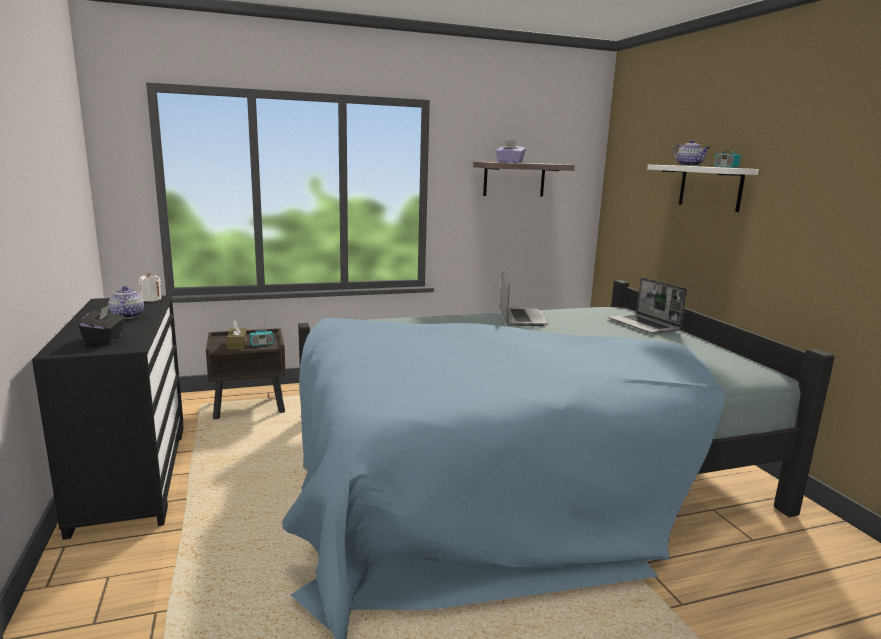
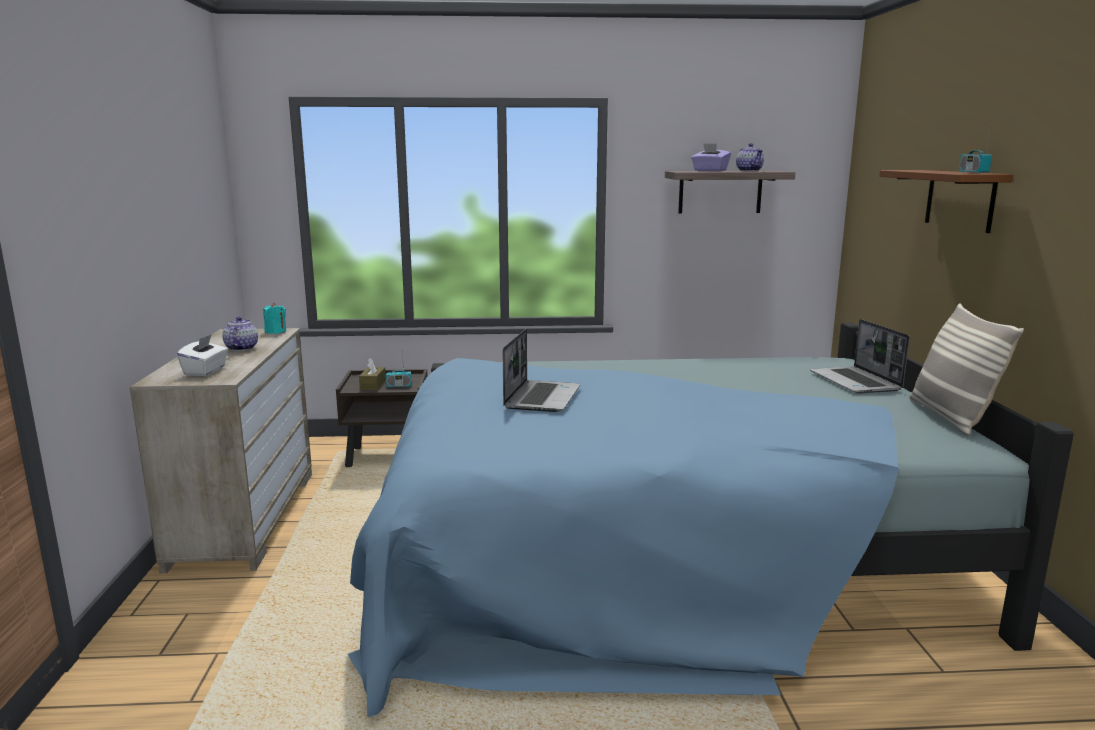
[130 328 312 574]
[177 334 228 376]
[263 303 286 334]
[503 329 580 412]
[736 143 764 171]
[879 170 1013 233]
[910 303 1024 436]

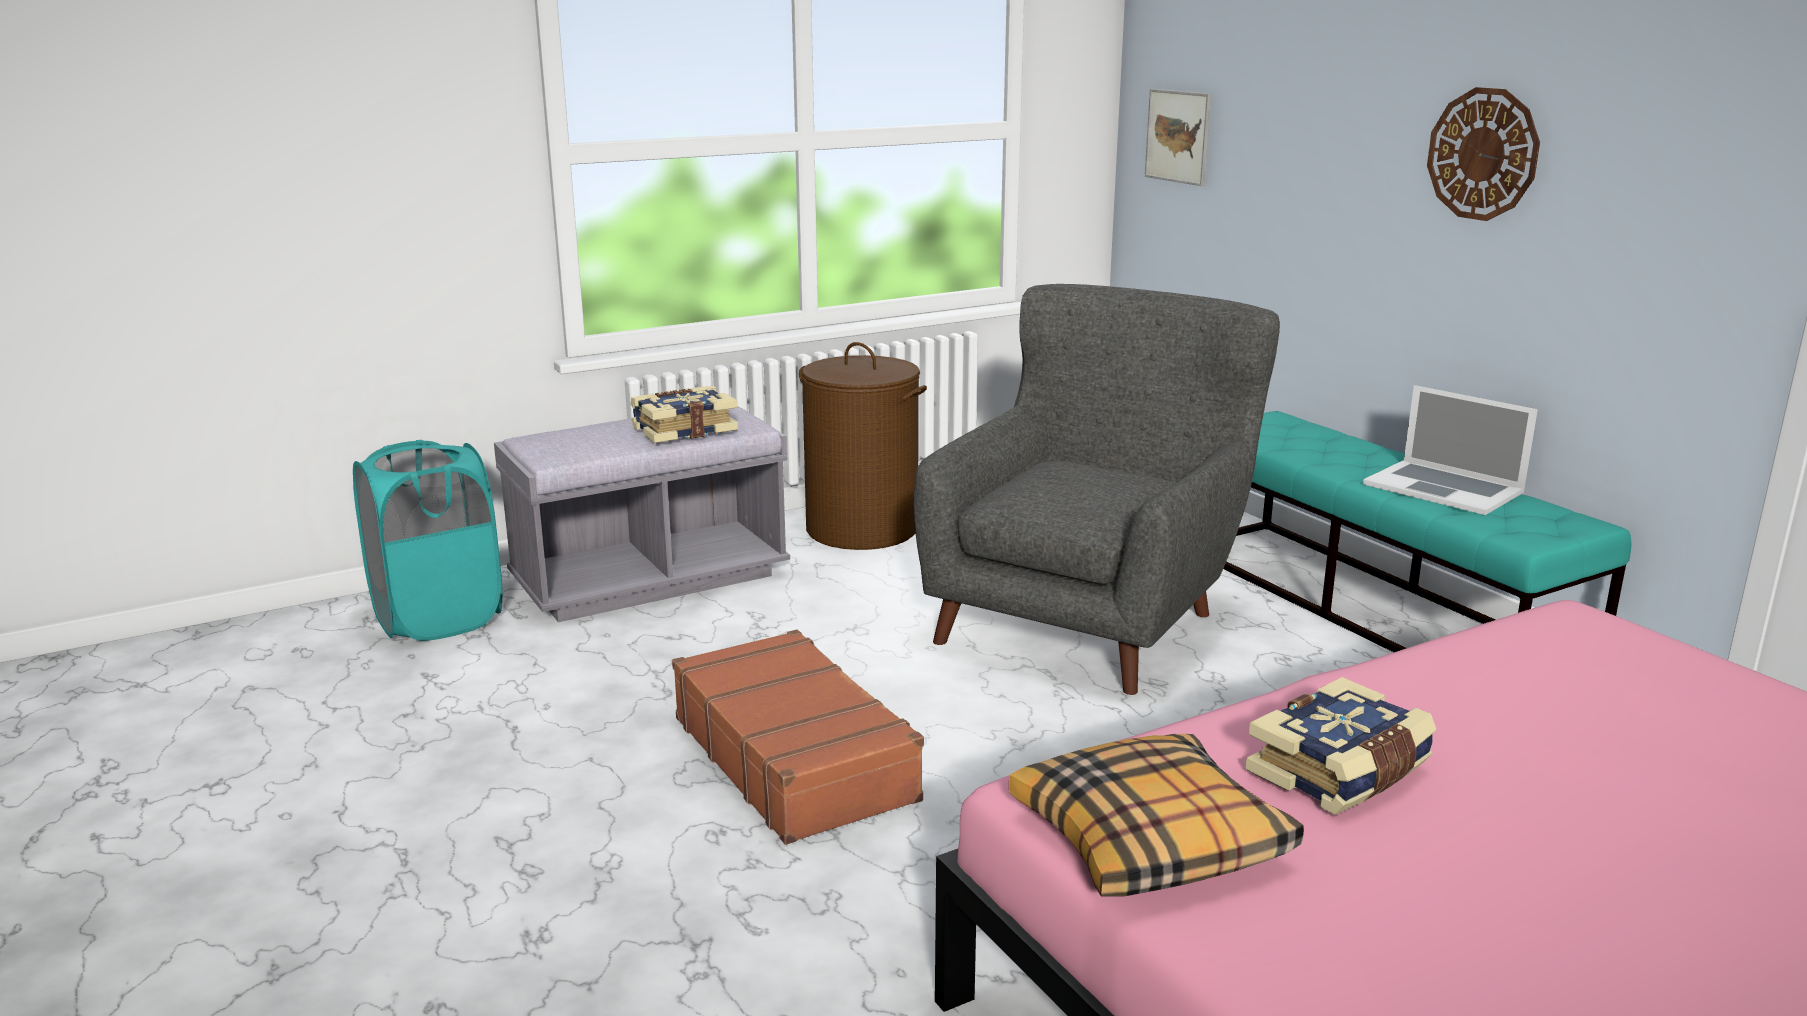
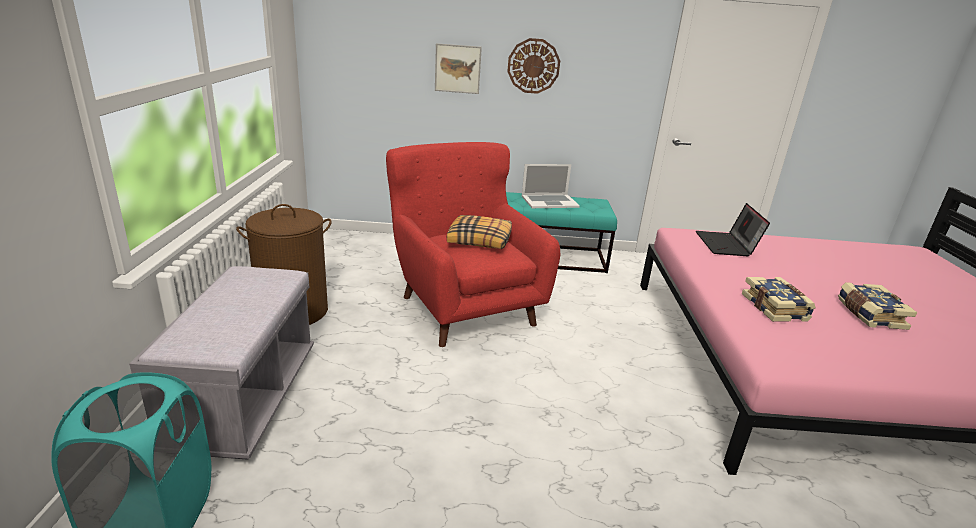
[386 142 560 347]
[435 43 482 94]
[447 215 512 249]
[696 203 770 256]
[838 282 917 330]
[672 630 924 845] (first image)

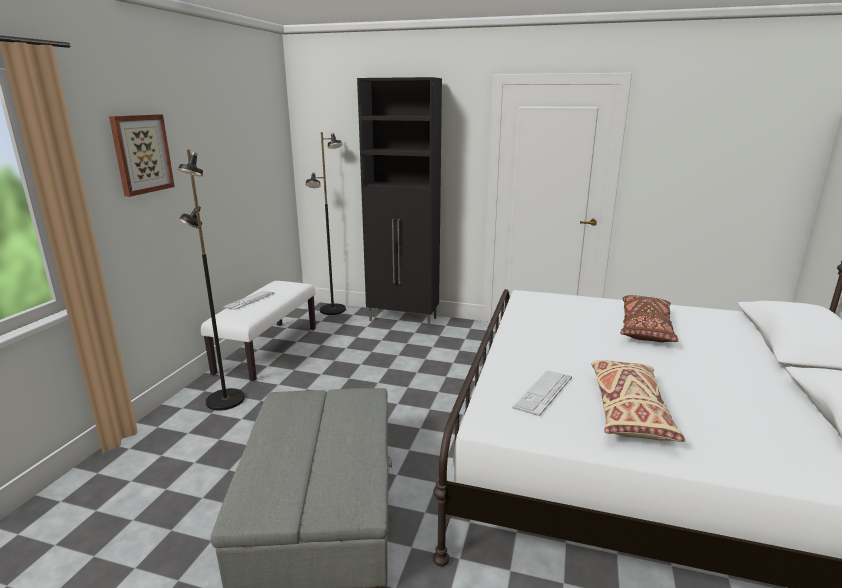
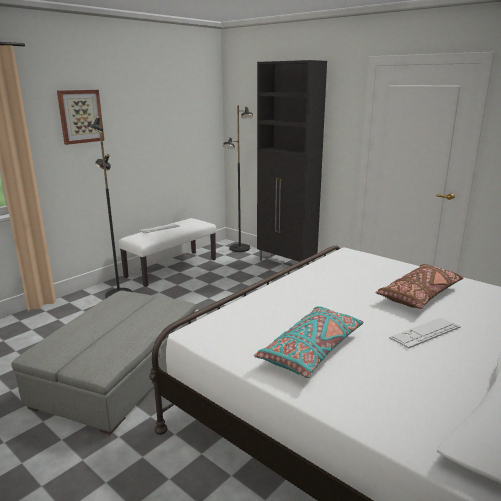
[254 306 364 378]
[389 318 461 348]

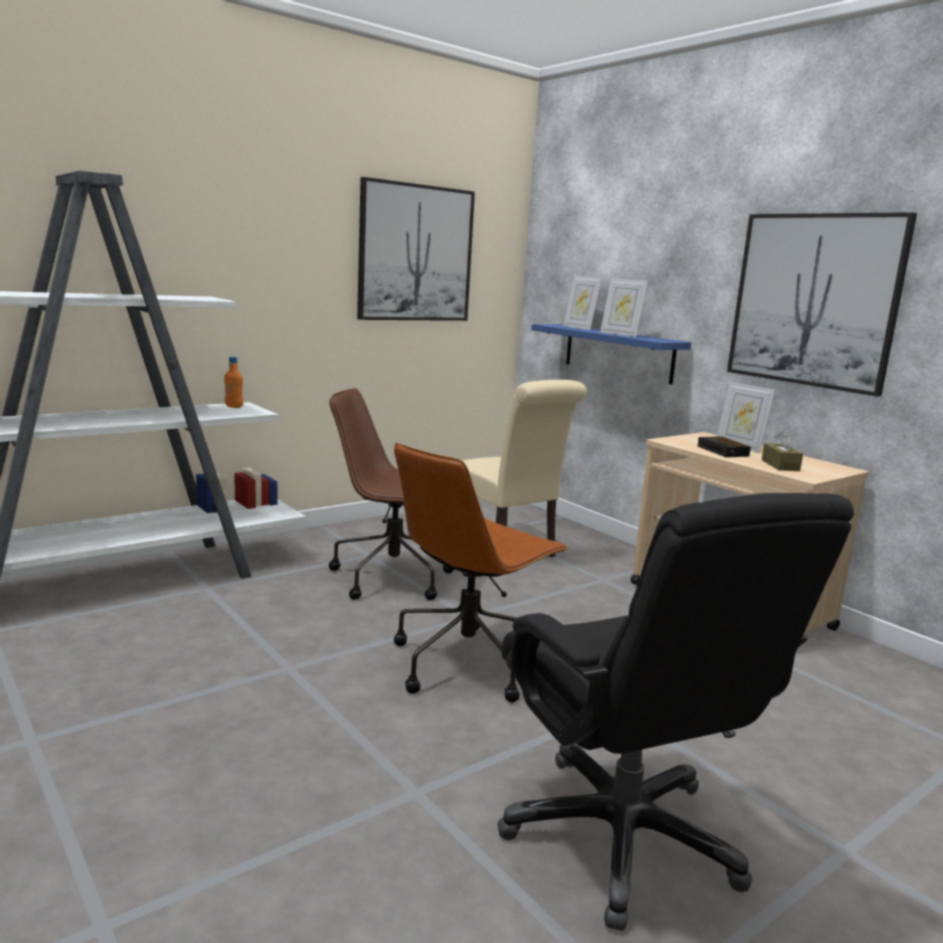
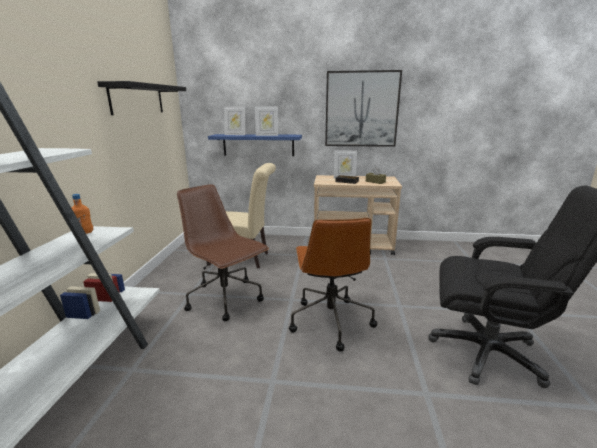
[97 81 186 115]
[177 184 269 321]

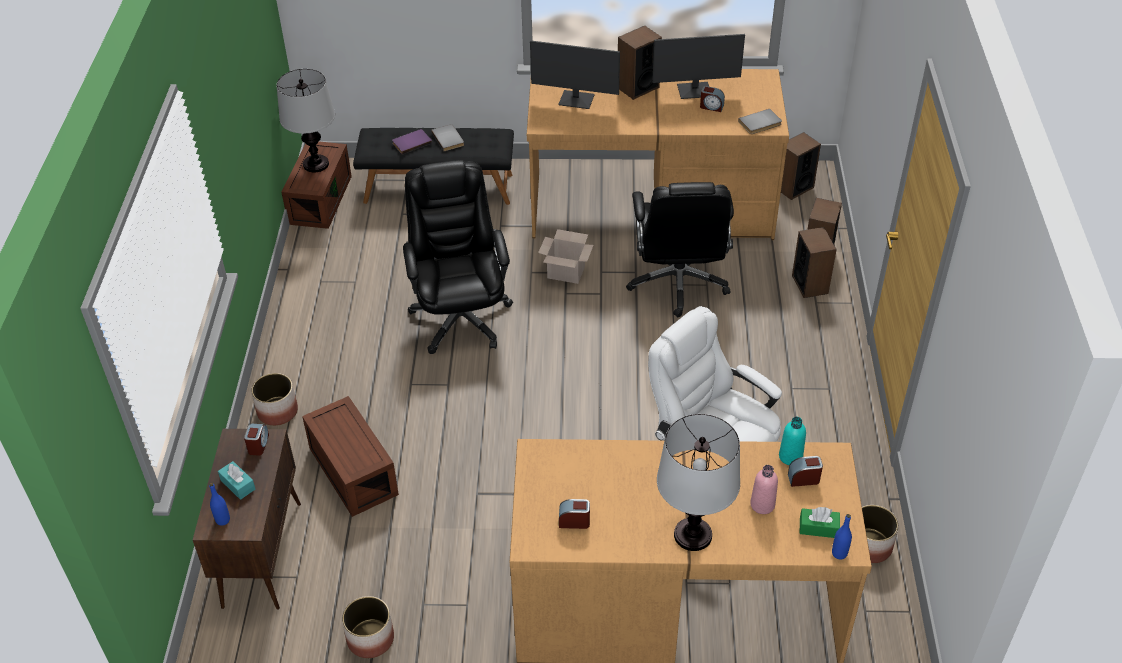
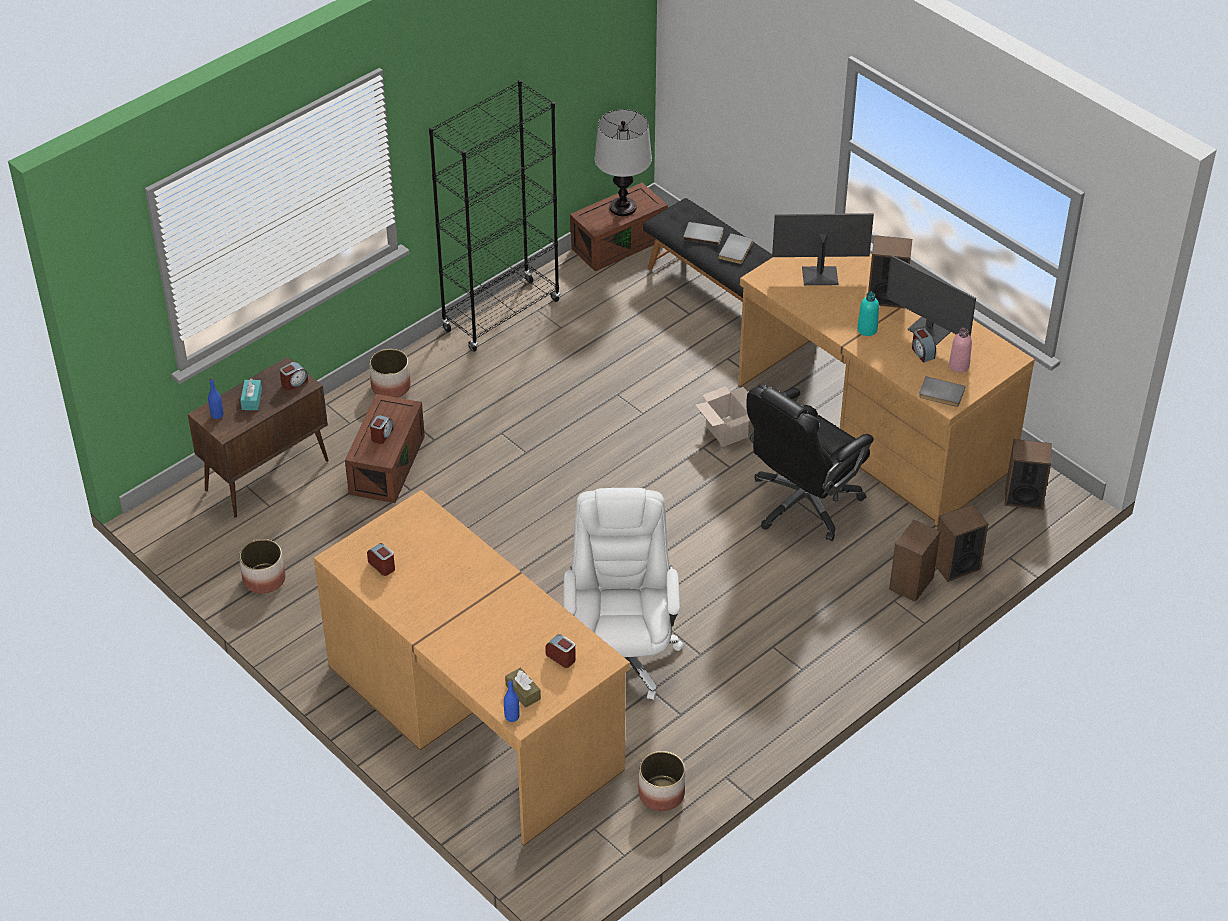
[370 415 393 444]
[429 80 560 352]
[505 668 541 708]
[683 222 724 246]
[772 213 874 285]
[857 292 879 336]
[949 328 972 372]
[403 160 513 354] (first image)
[657 414 740 551] (first image)

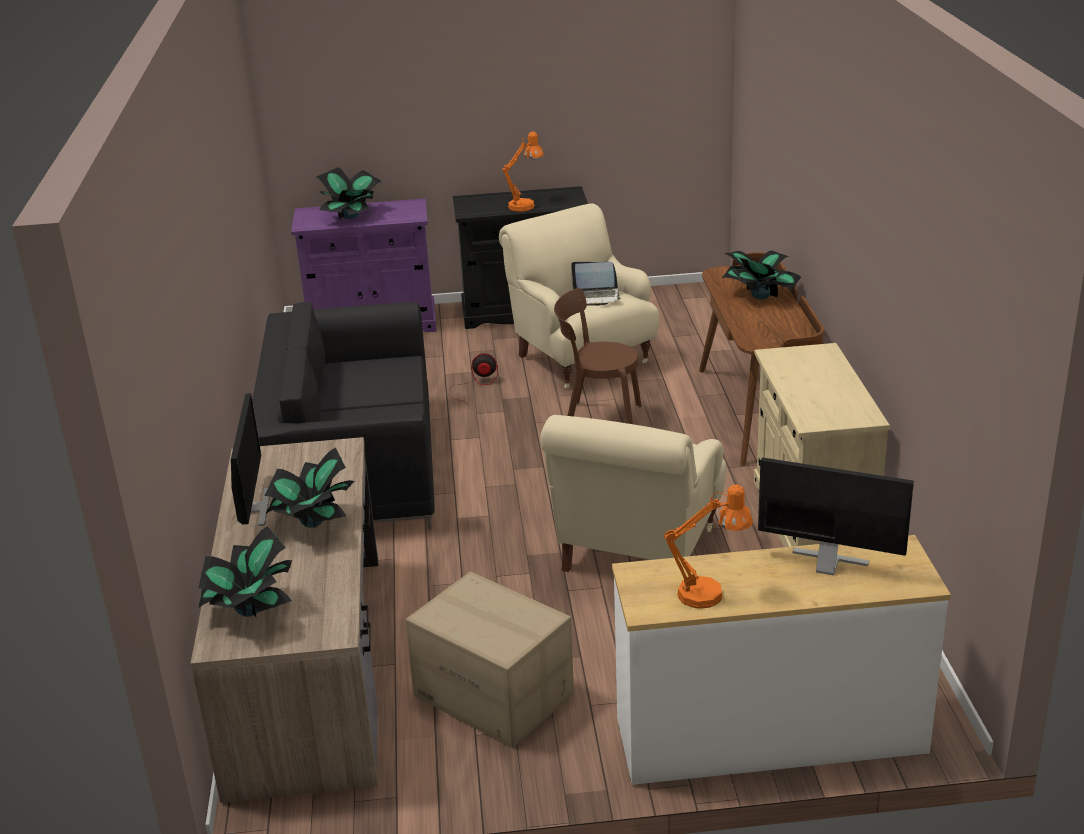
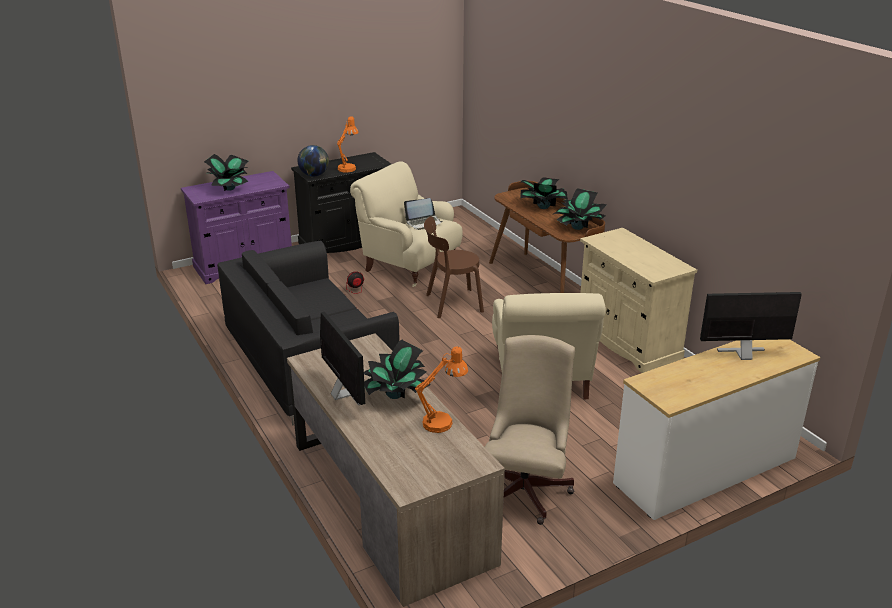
[298 145 329 176]
[415 346 468 433]
[485 335 575 525]
[554 188 607 230]

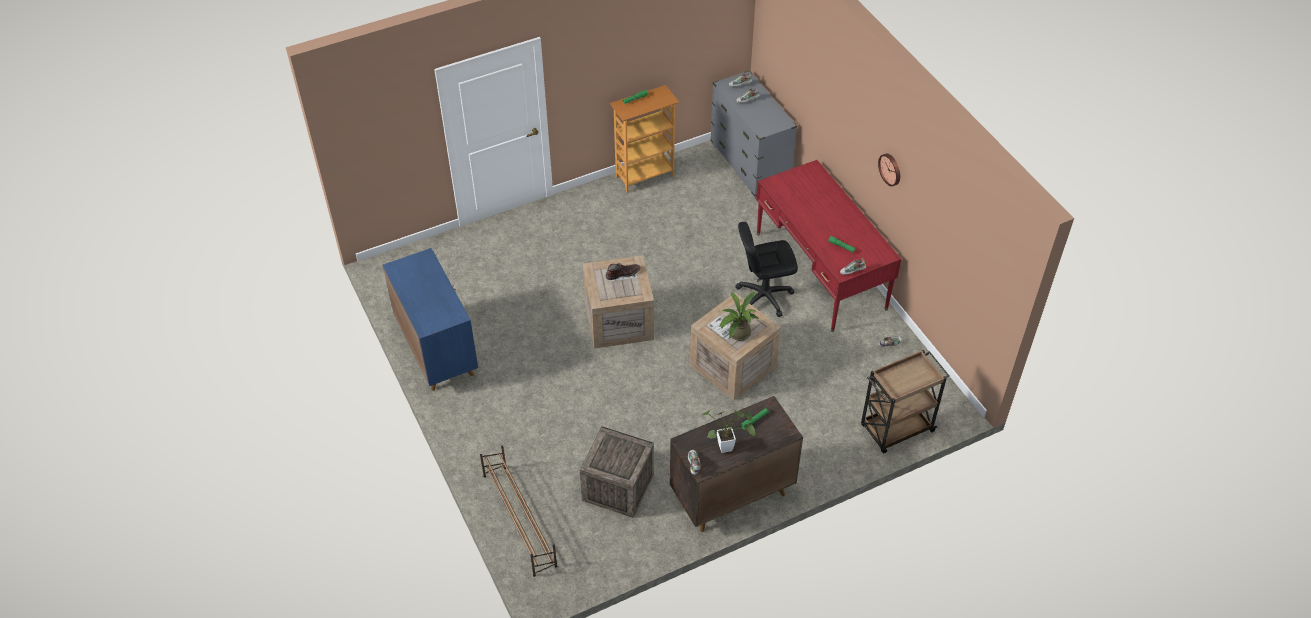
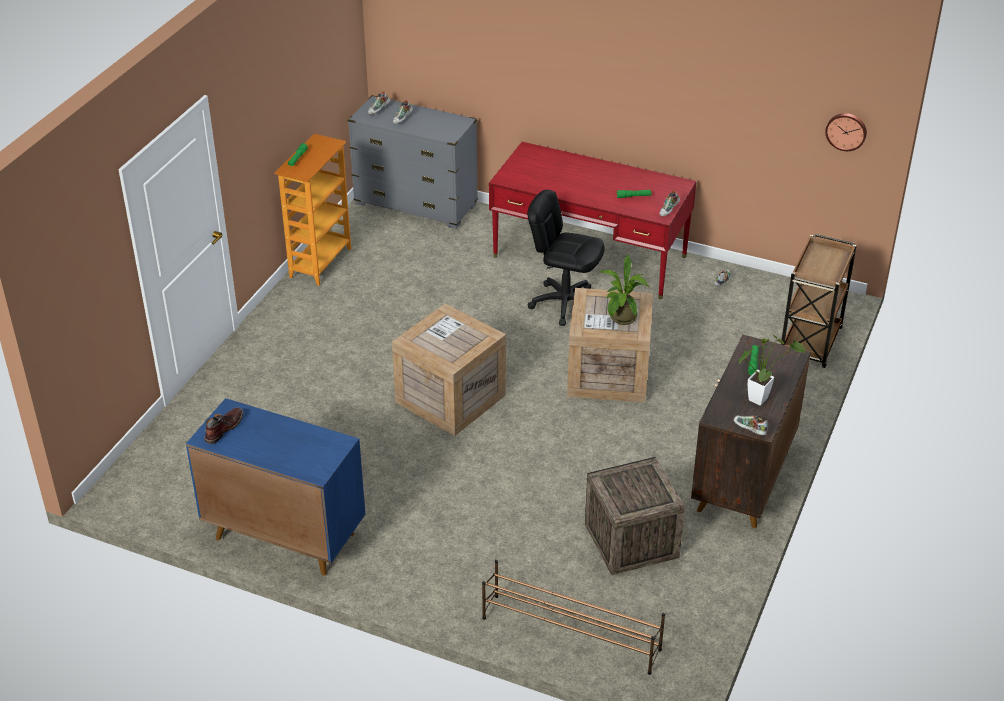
[204 407 243 444]
[527 190 605 326]
[825 113 867 151]

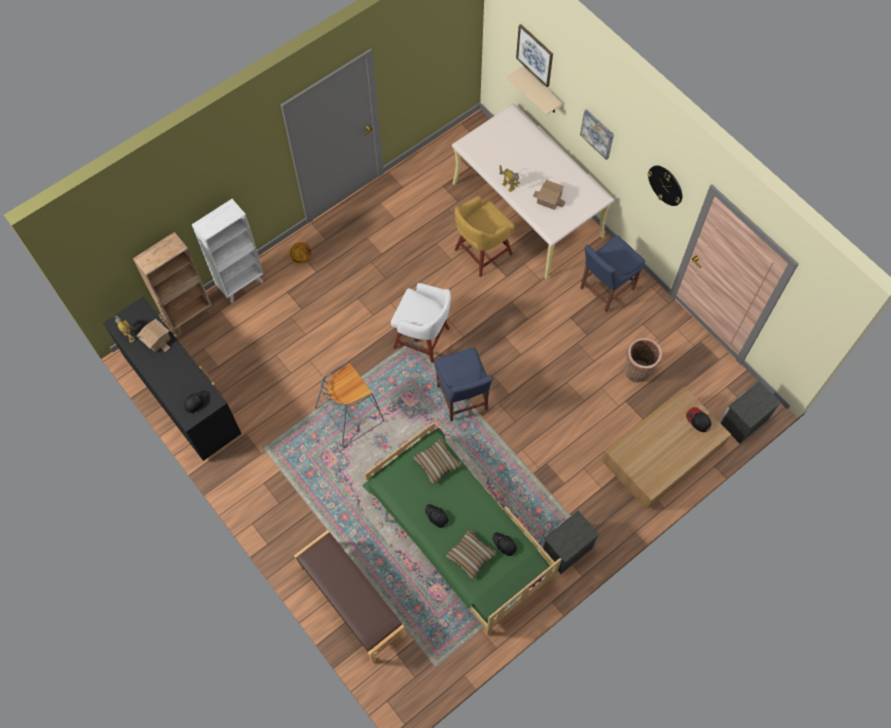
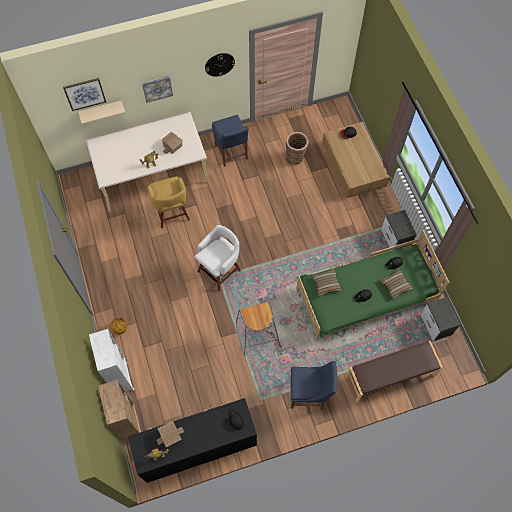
[291 361 337 409]
[420 297 460 341]

